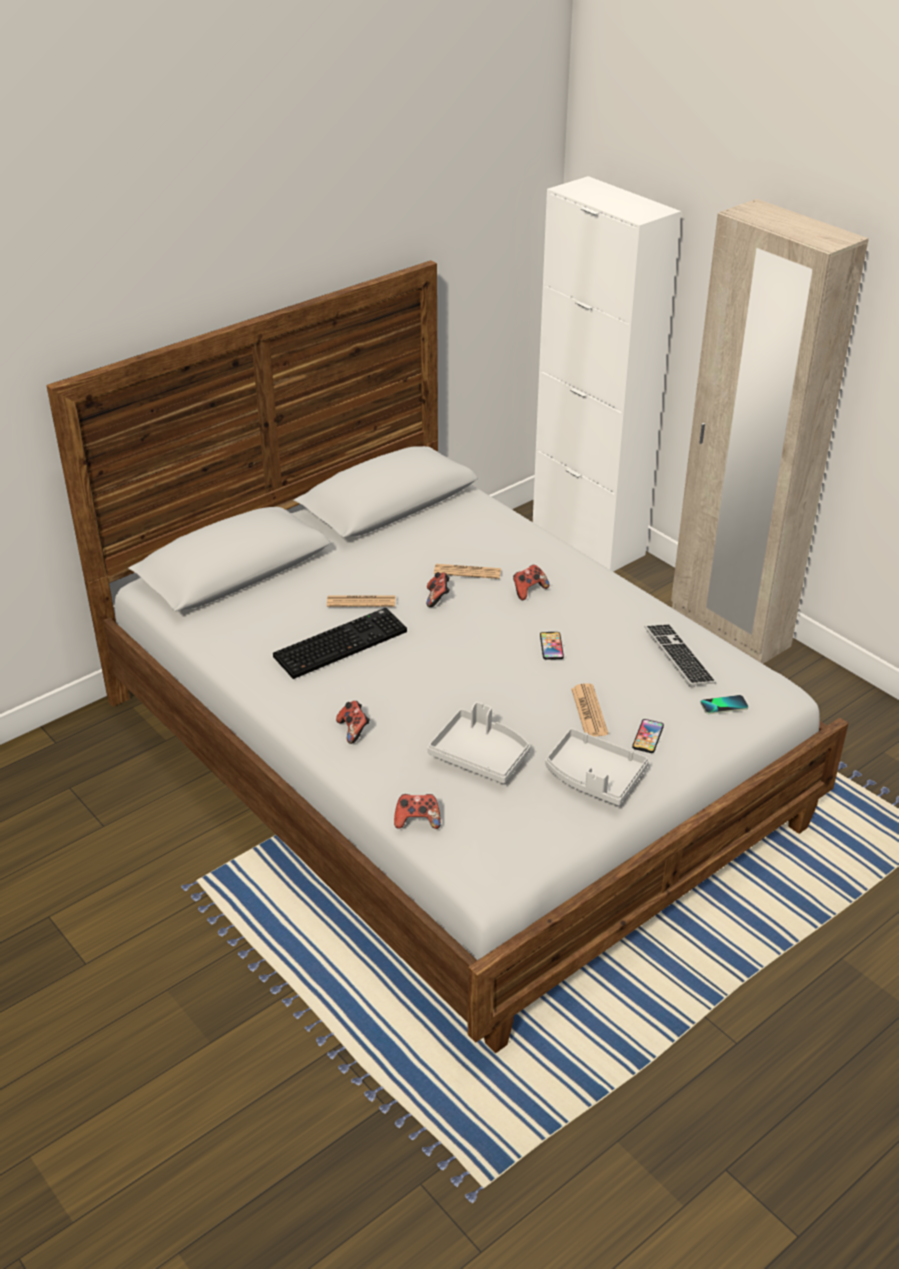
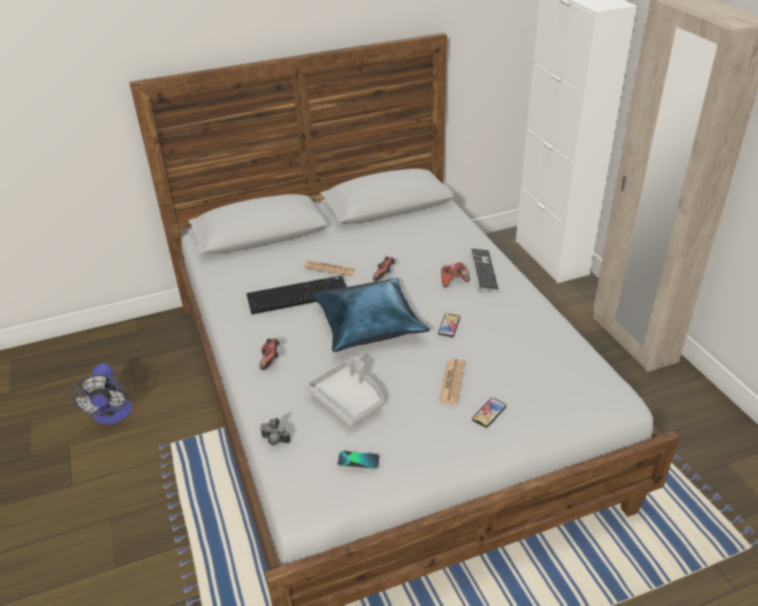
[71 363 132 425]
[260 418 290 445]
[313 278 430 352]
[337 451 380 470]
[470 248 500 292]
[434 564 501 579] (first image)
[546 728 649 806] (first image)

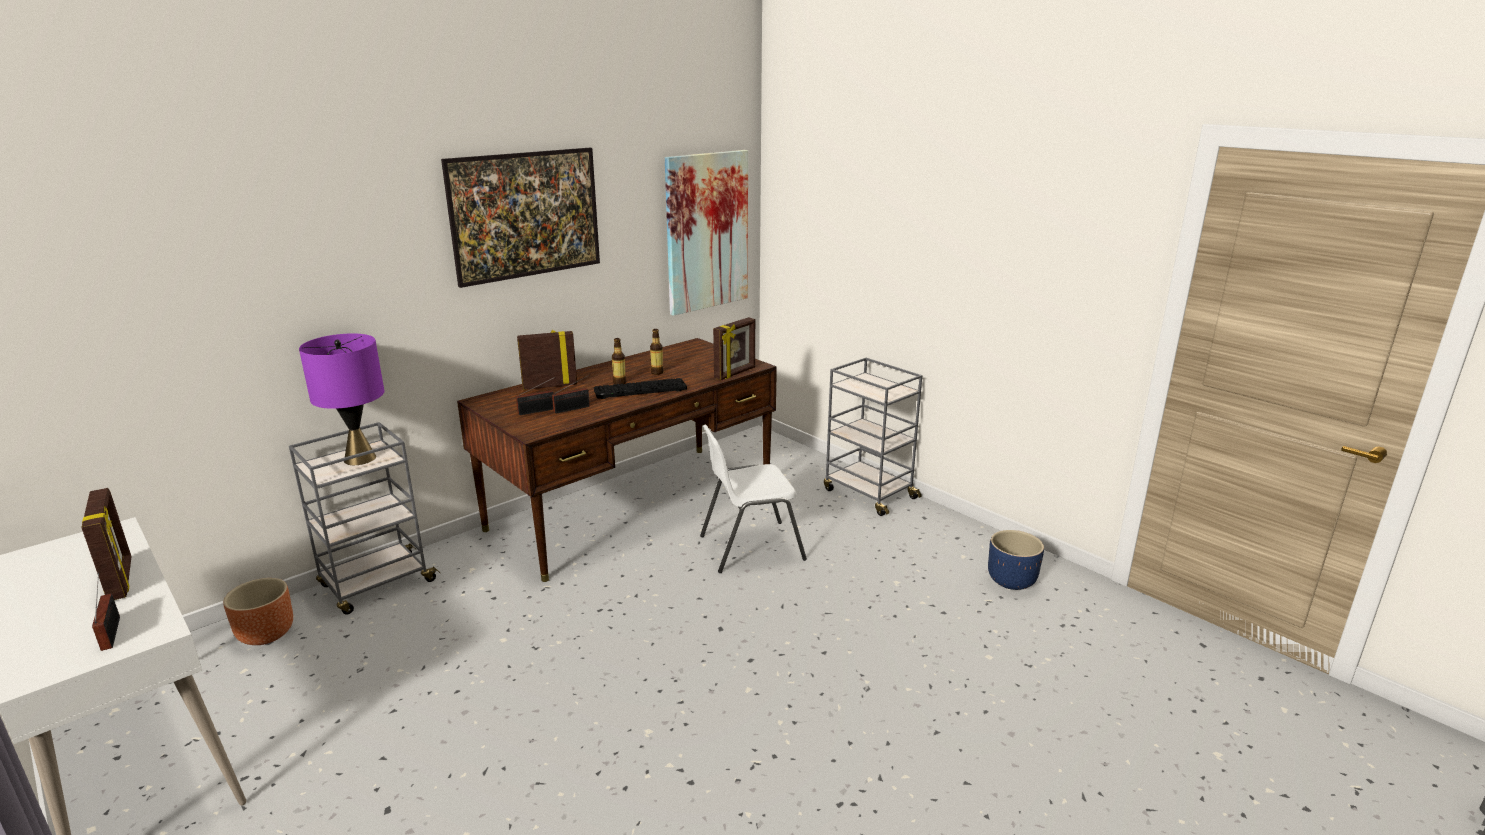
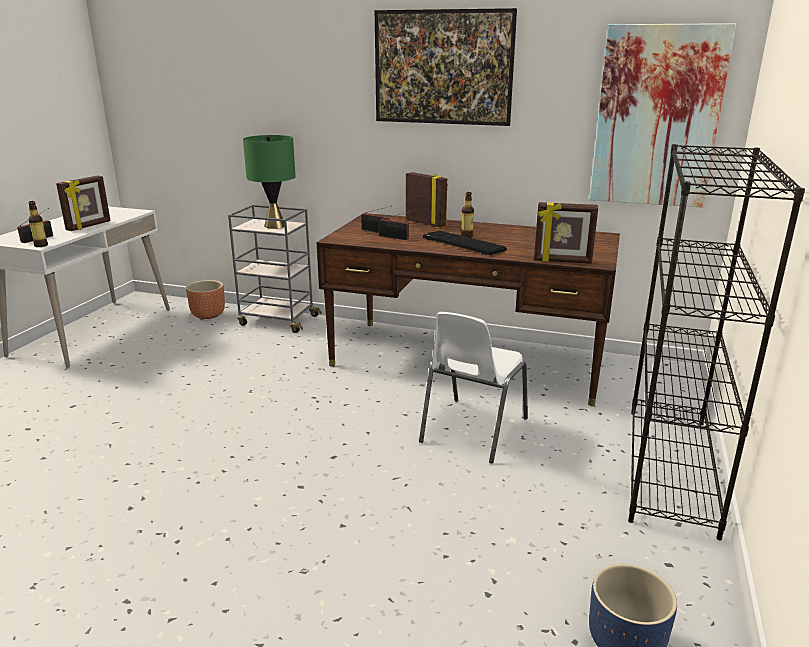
[28 201 48 247]
[243 135 296 229]
[419 312 528 463]
[628 144 805 540]

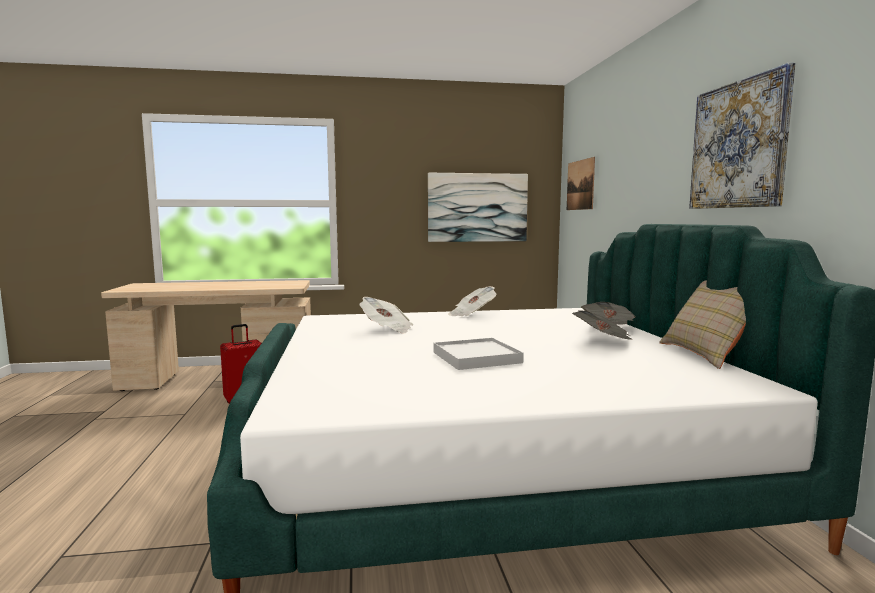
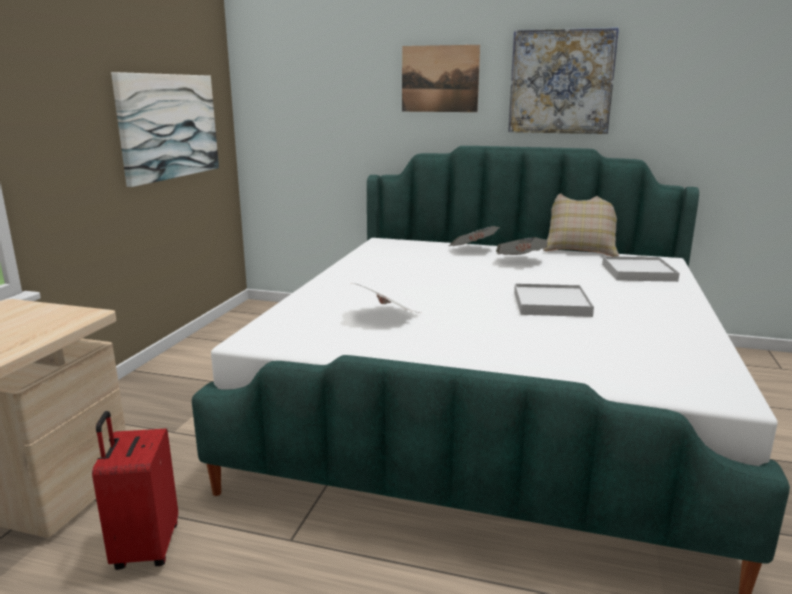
[402 45 480 112]
[602 256 680 282]
[448 286 497 316] (first image)

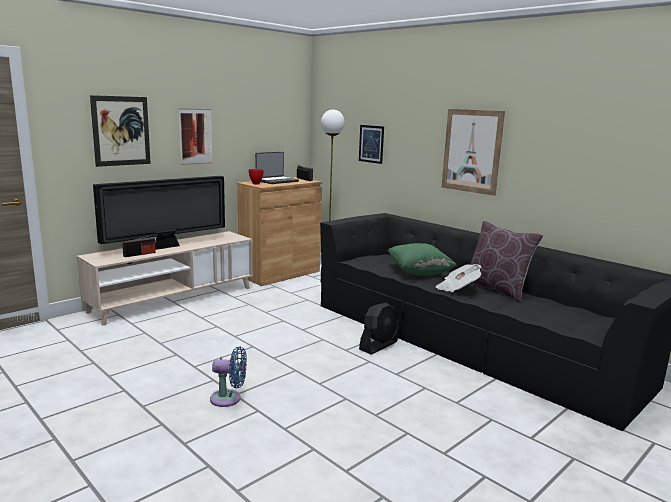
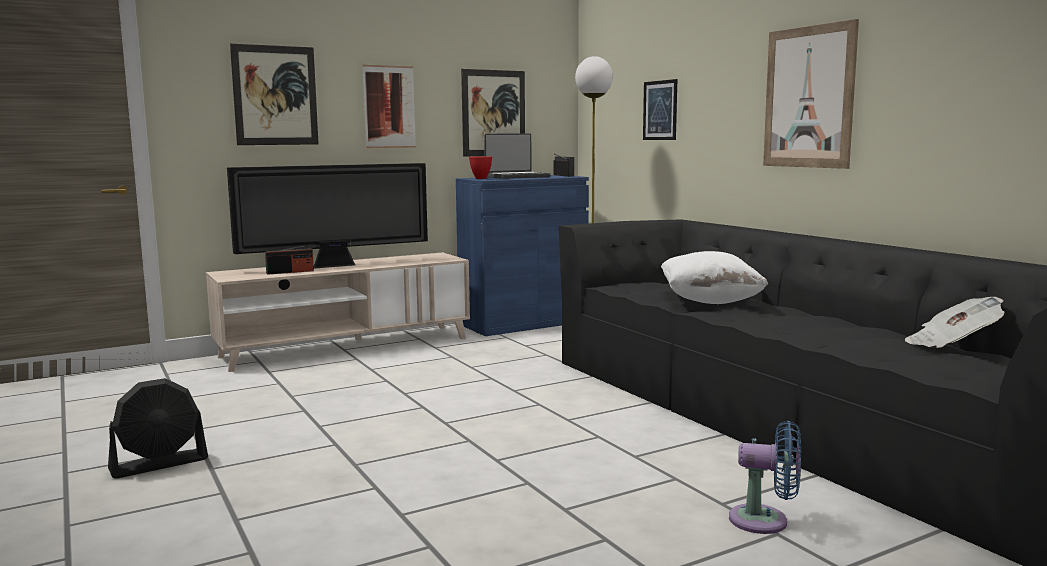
[108 378 208 479]
[456 175 589 336]
[461 69 525 156]
[661 251 768 304]
[729 421 801 534]
[905 297 1004 348]
[471 221 543 301] (first image)

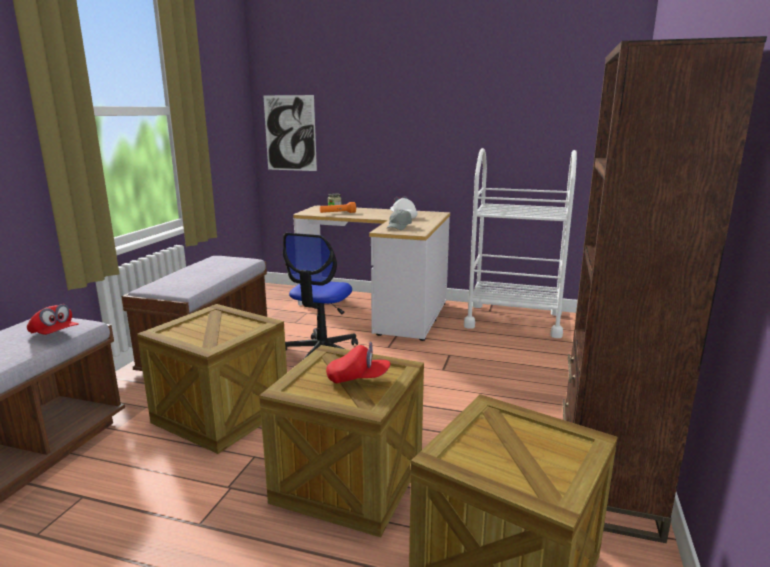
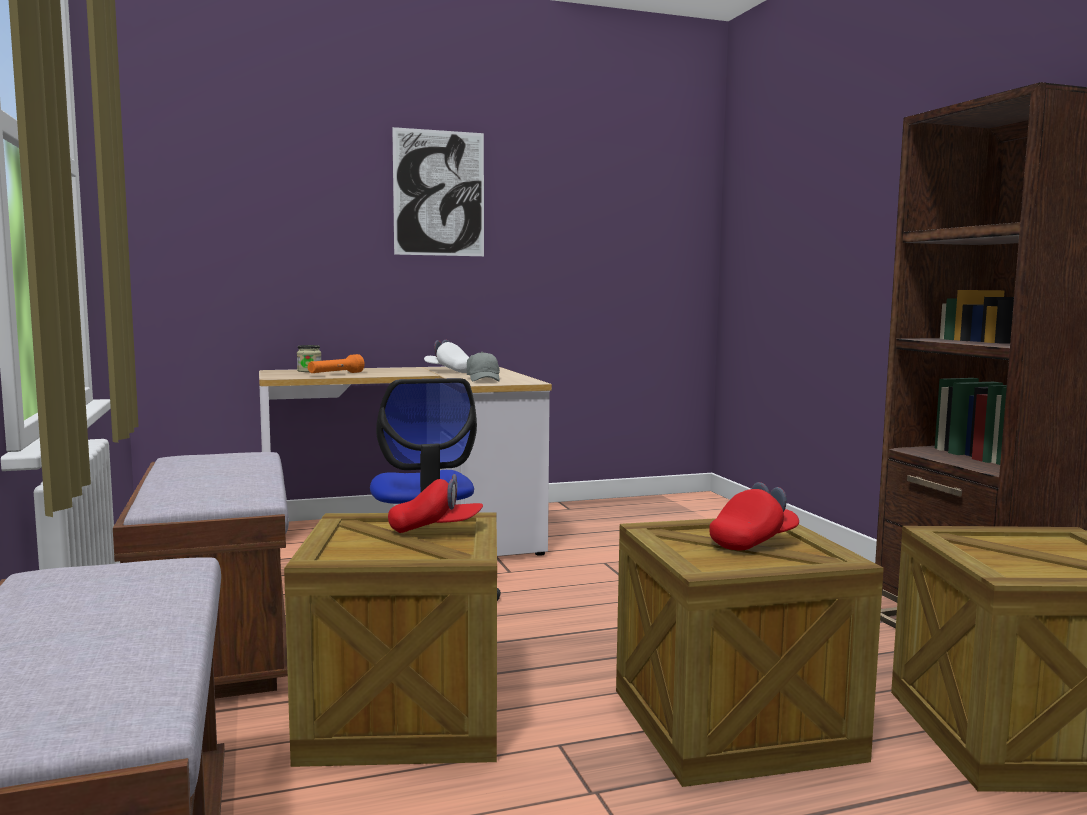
[388 474 483 533]
[392 127 484 256]
[464 148 577 338] (first image)

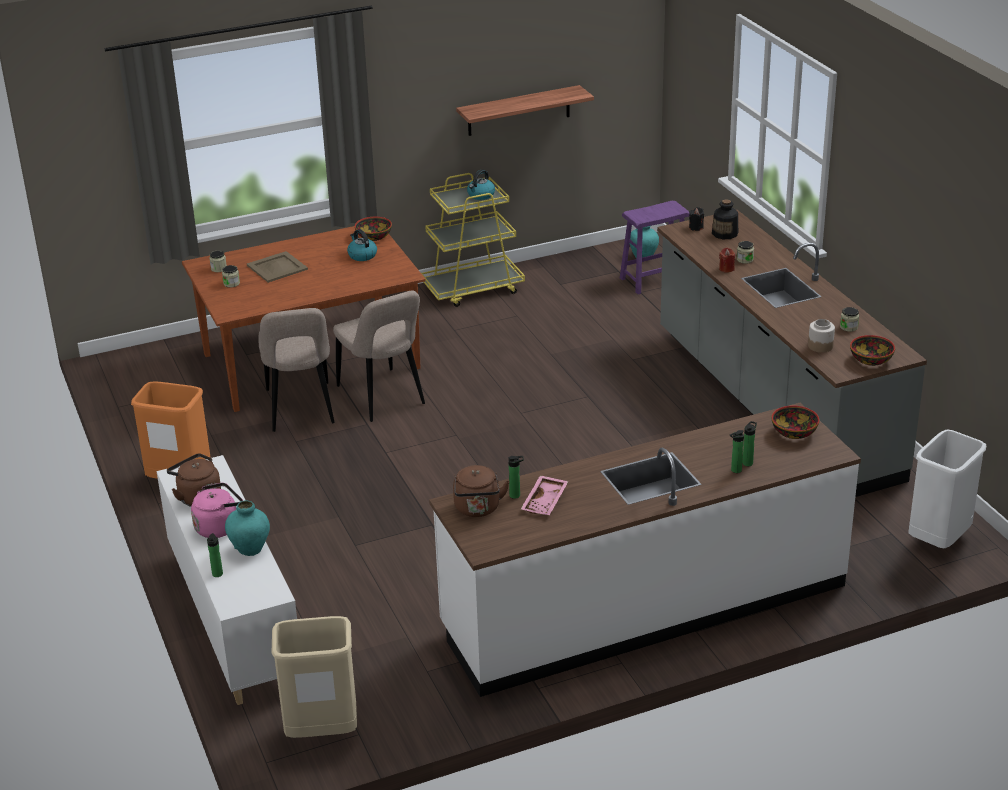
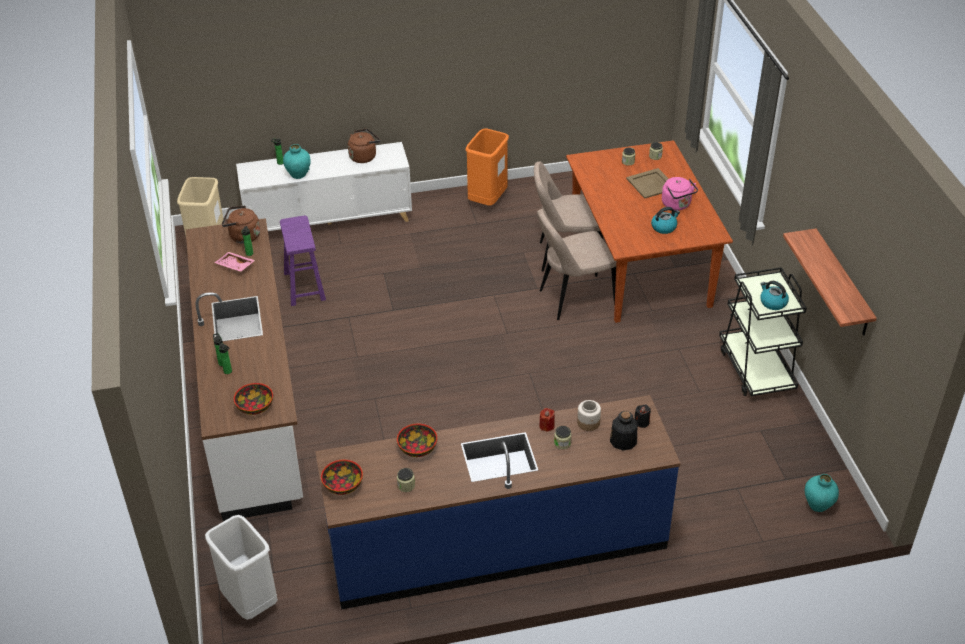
[280 215 326 306]
[315 395 681 610]
[397 423 437 457]
[577 400 601 431]
[662 177 698 210]
[719 267 807 396]

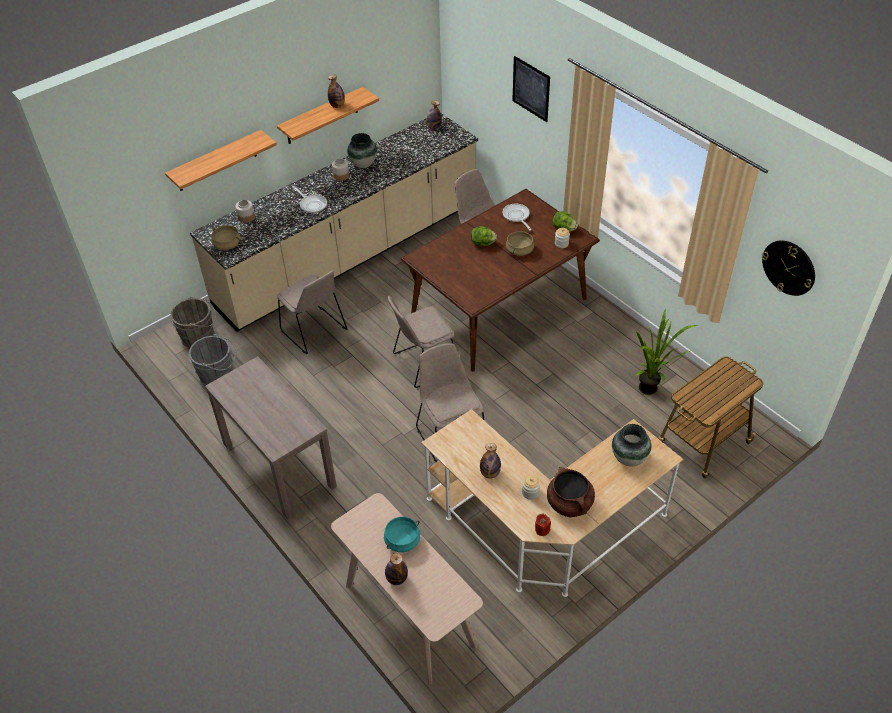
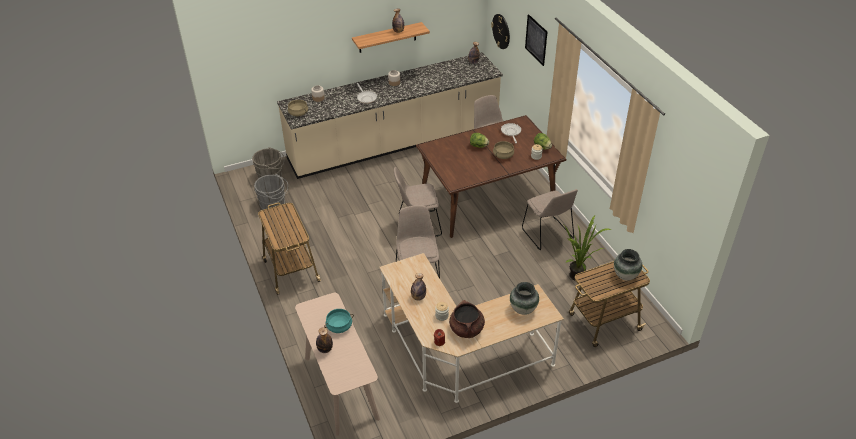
[258 203 321 295]
[491 14 510 49]
[522 189 578 250]
[614 249 642 281]
[165 130 277 191] (first image)

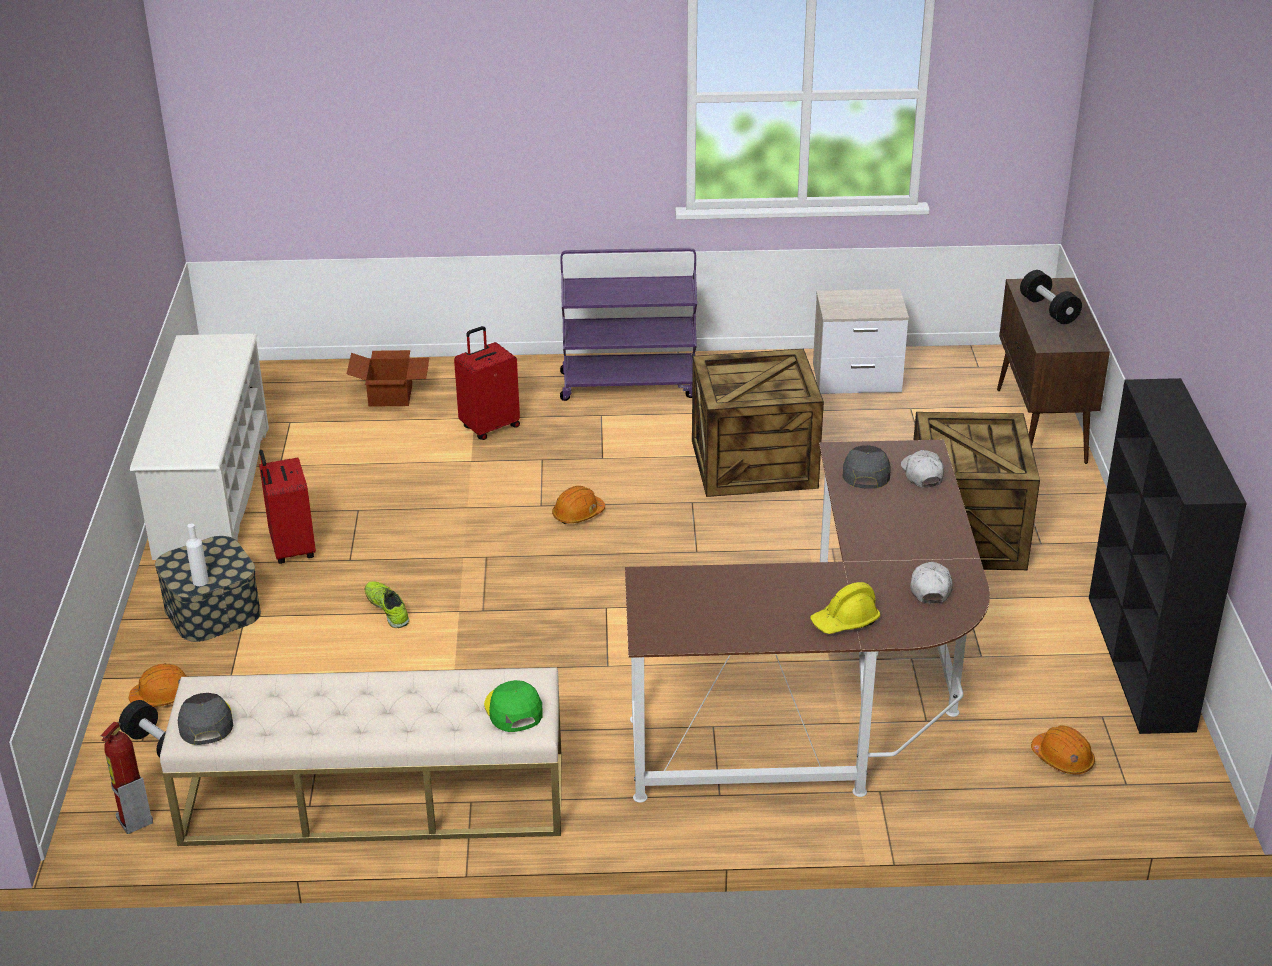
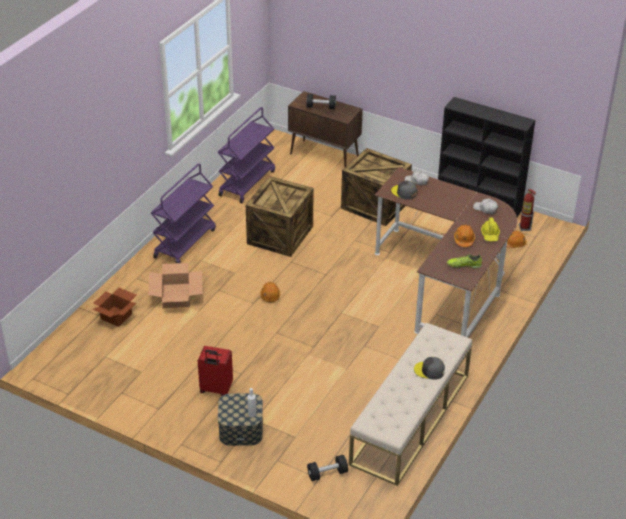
[148 263 203 308]
[218 107 275 204]
[414 357 445 380]
[447 255 482 269]
[454 225 475 247]
[519 189 536 231]
[130 334 269 560] (first image)
[484 680 543 732] (first image)

